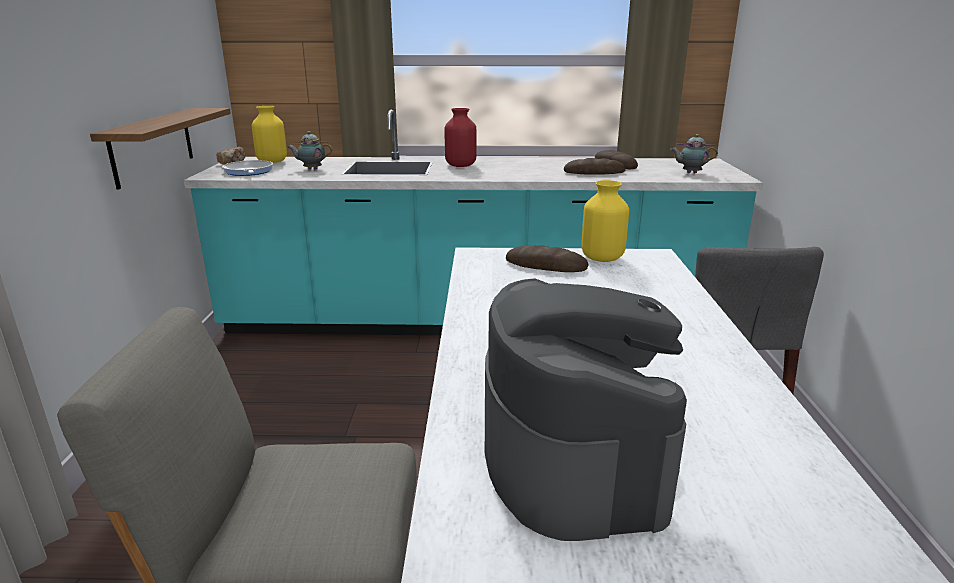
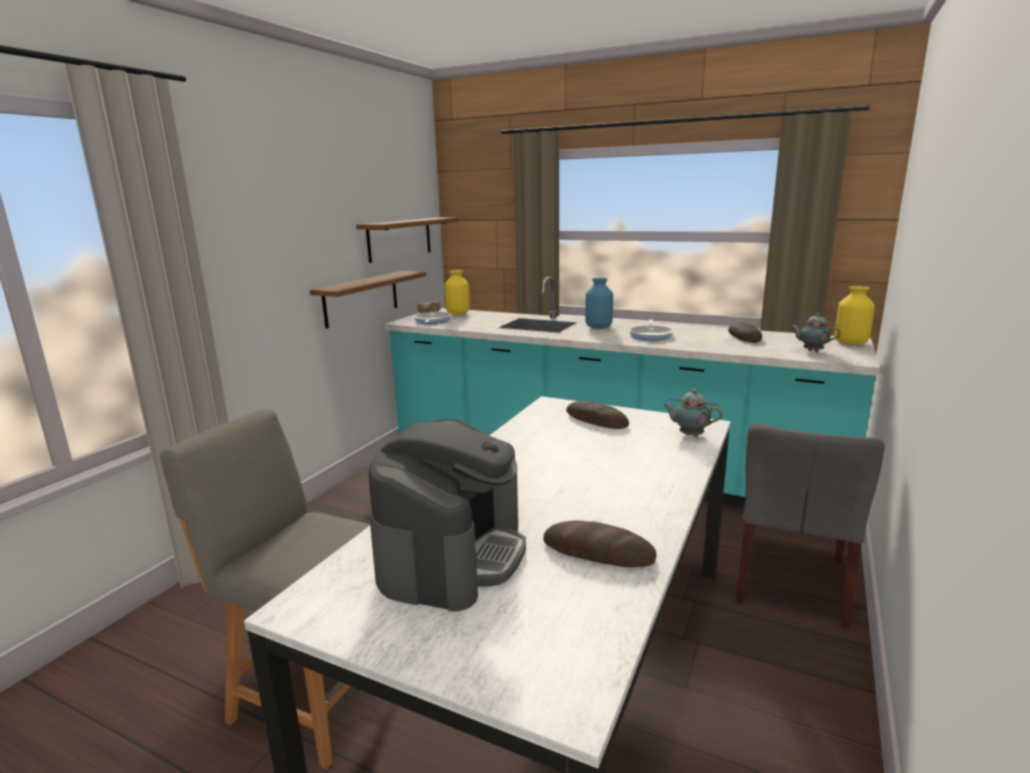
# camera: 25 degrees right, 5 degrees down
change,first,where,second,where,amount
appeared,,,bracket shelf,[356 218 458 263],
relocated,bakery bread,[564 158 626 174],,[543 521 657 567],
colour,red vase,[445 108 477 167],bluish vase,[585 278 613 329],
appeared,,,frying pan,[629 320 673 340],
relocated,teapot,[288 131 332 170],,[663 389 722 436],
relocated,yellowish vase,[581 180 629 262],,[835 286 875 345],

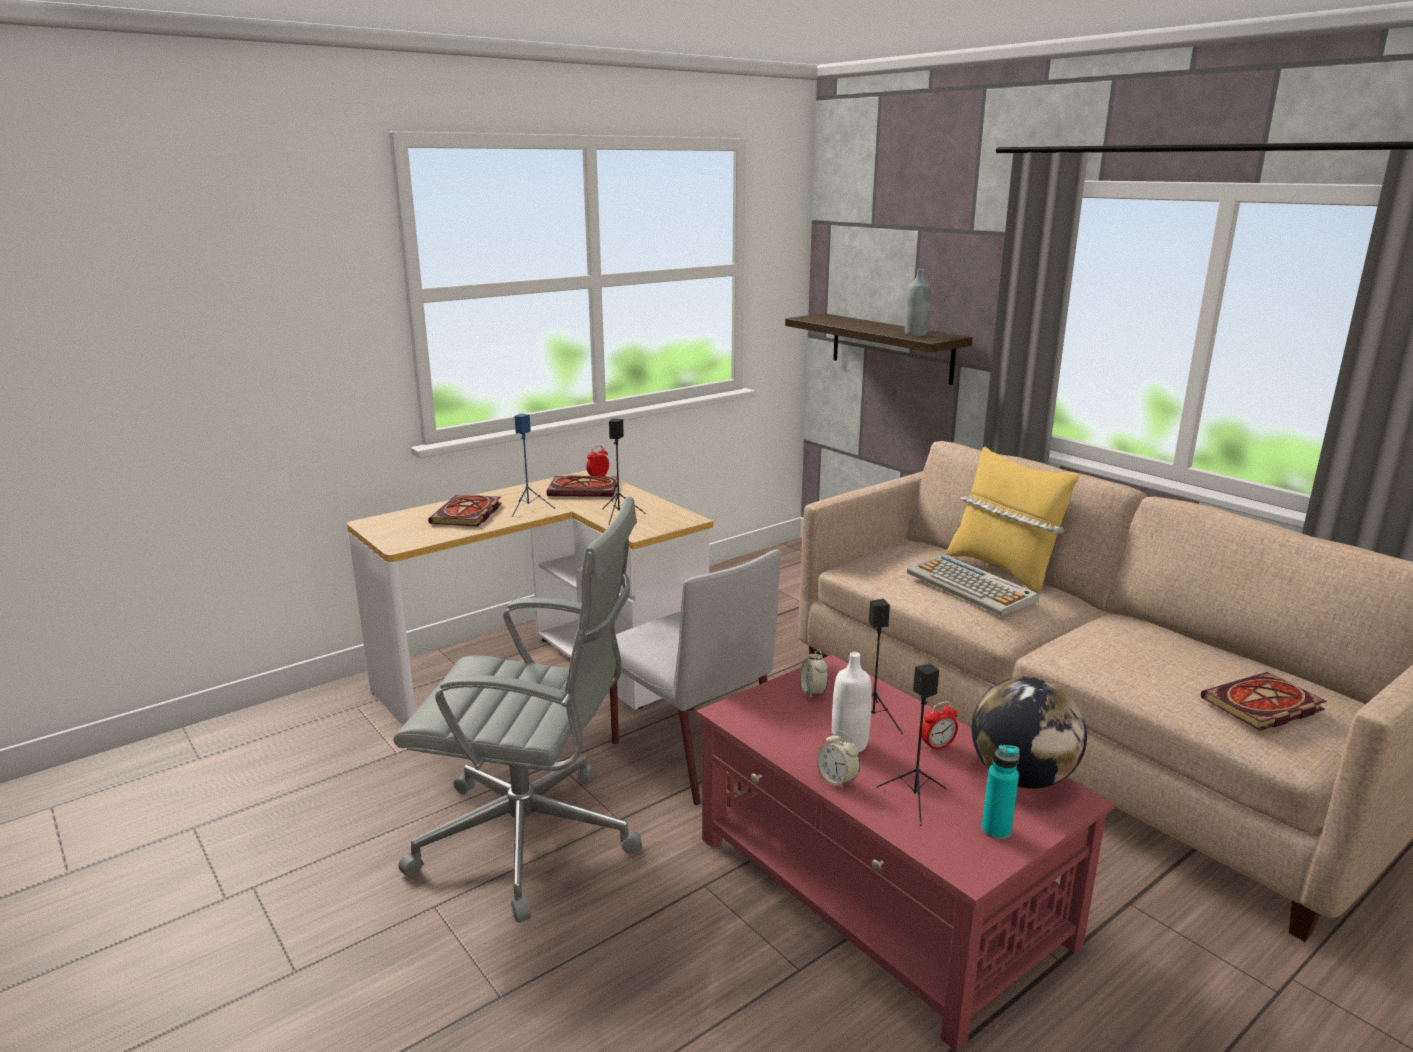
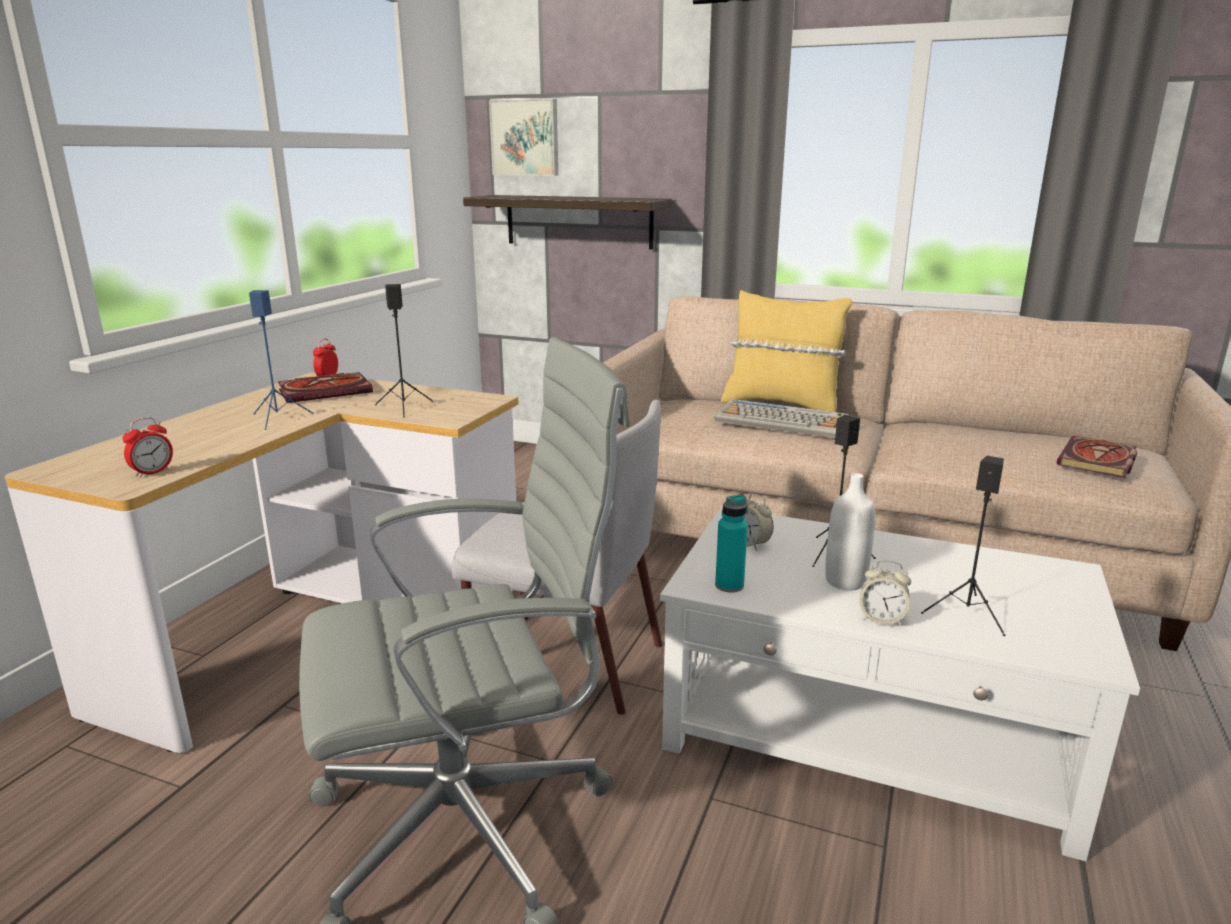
# camera: 30 degrees left, 0 degrees up
change,first,where,second,where,amount
relocated,bedside clock,[922 701 958 752],,[122 417 173 478],
appeared,,,picture,[489 99 558 176],
colour,red coffee table,[697 655 1115 1052],white coffee table,[660 507 1140 861],
relocated,turquoise beverage bottle,[982 745 1020 840],,[715 495 748 593],
missing,bound book,[428 495 502 527],,,
missing,greyish beverage bottle,[905 269 931 336],,,
missing,desk globe,[972 676 1087 789],,,

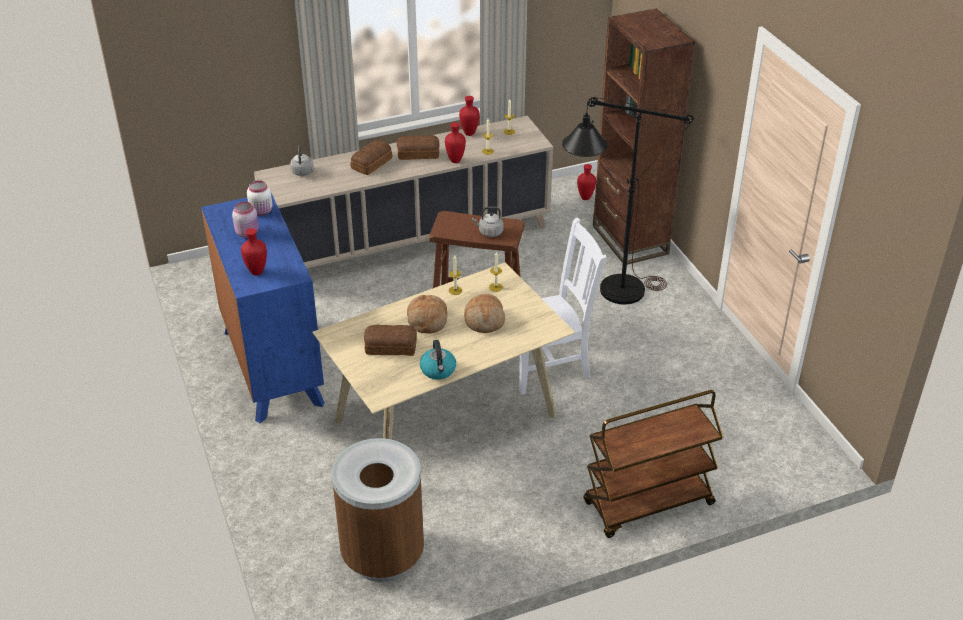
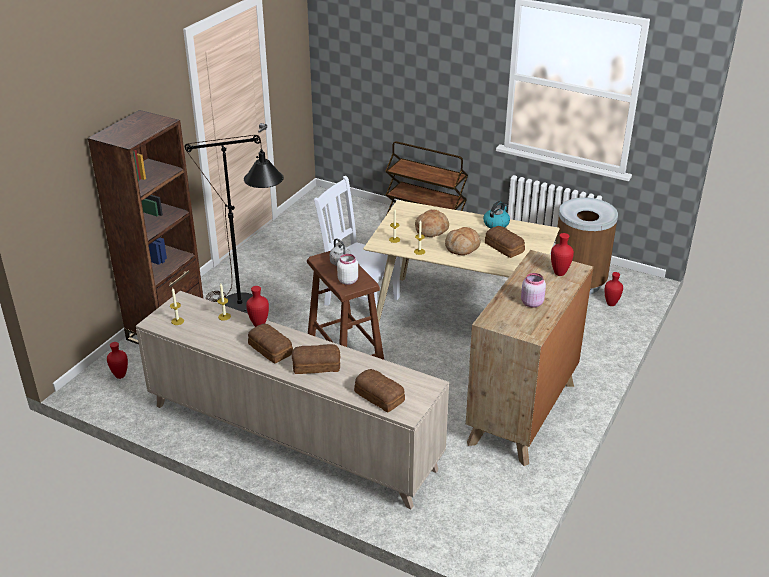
# camera: 130 degrees left, 5 degrees down
change,first,where,second,where,amount
relocated,white storage jar,[247 180 272 216],,[337 254 358 285],
exchanged,greyish kettle,[290 146 314 176],bakery bread,[354 369 405 413],
colour,bluish dresser,[201 193 325 424],brownish dresser,[466 250 593 466],
relocated,red vase,[459 96 480 136],,[605 272 623 306],

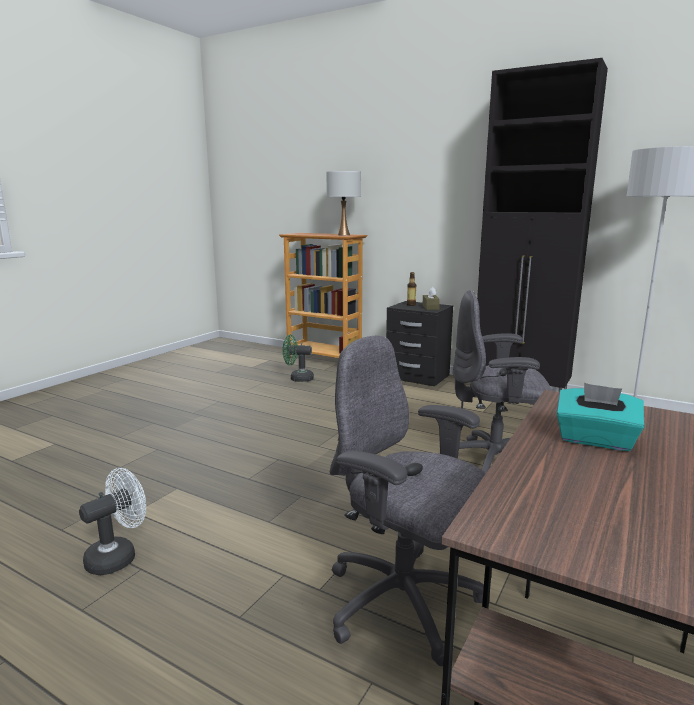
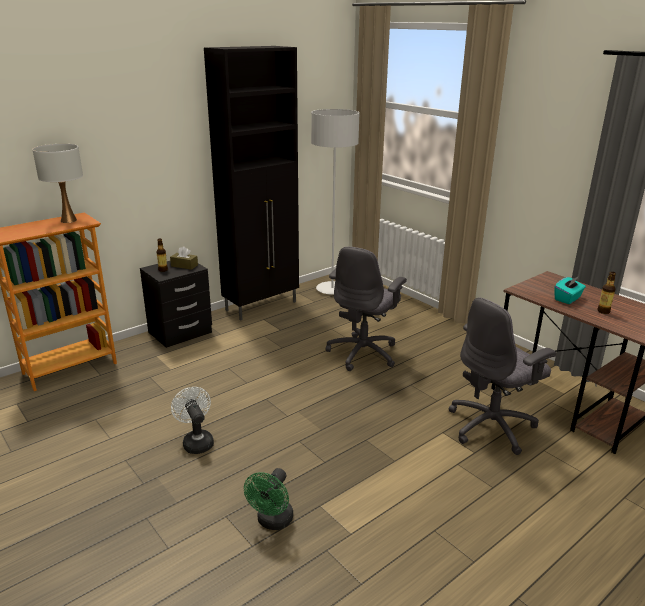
# camera: 70 degrees left, 10 degrees up
change,first,where,second,where,amount
relocated,white electric fan,[79 468 146 575],,[171 387 214 454],
relocated,green electric fan,[282 335 314 382],,[244 468 293 530],
appeared,,,beverage bottle,[597 272 616 314],

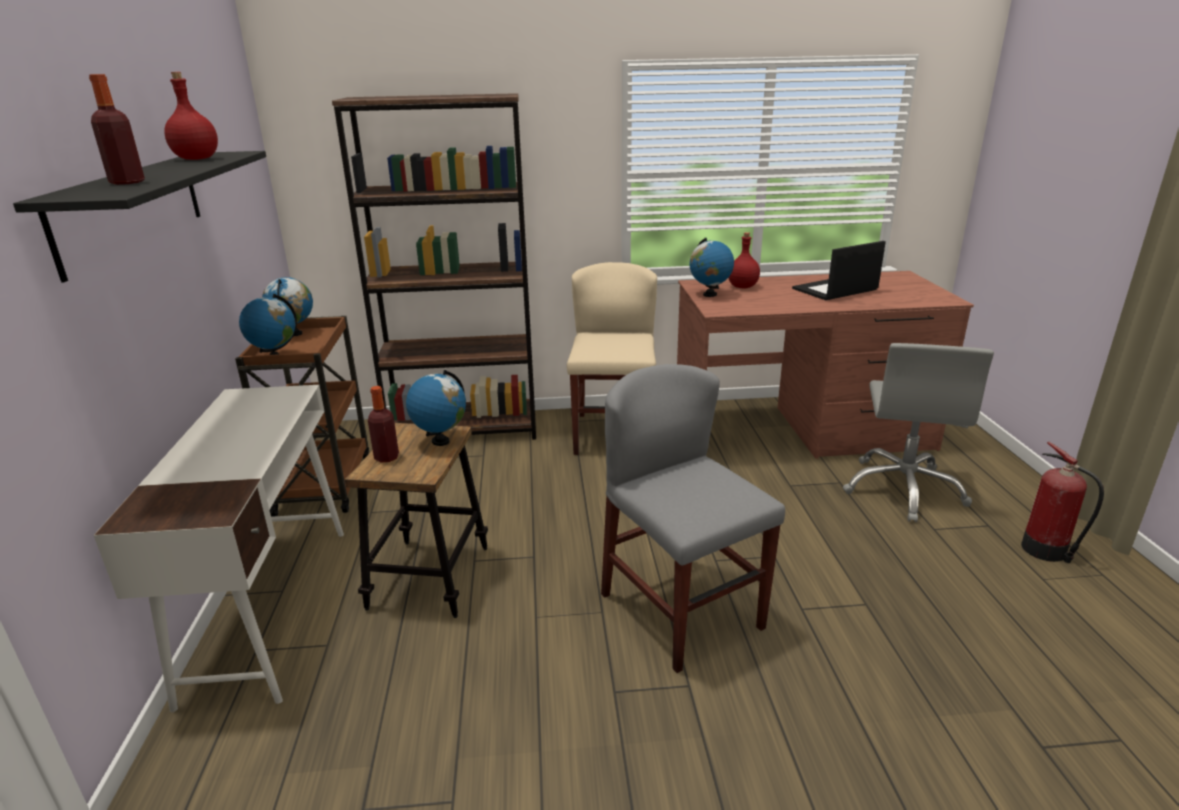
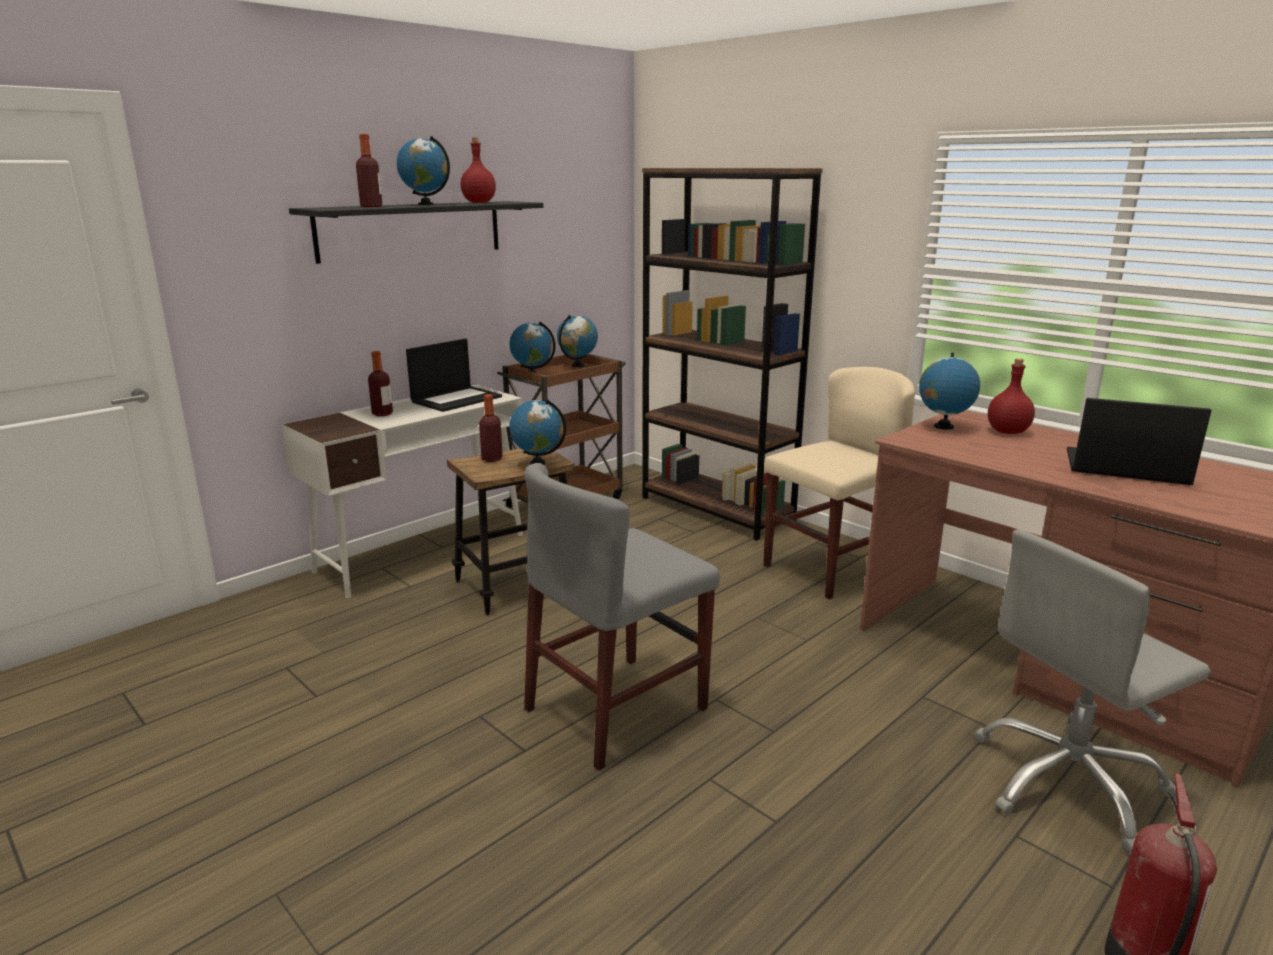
# camera: 50 degrees right, 5 degrees down
change,first,where,second,where,amount
appeared,,,beverage bottle,[368 351 393 416],
appeared,,,desk globe,[397 136 450 205],
appeared,,,laptop,[406 339 502 412],
spun,greyish upright chair,[601 364 785 673],,[524 463 720 771],150 degrees counterclockwise

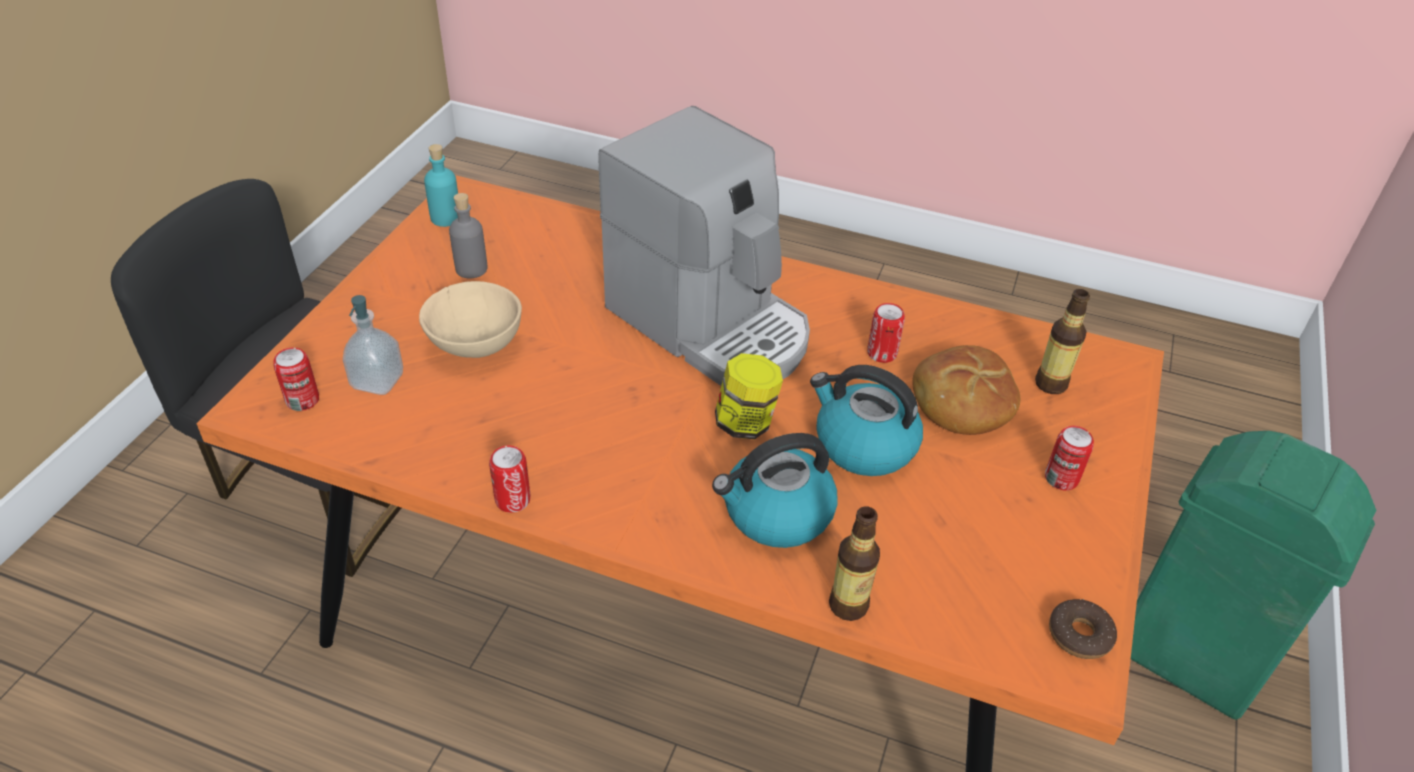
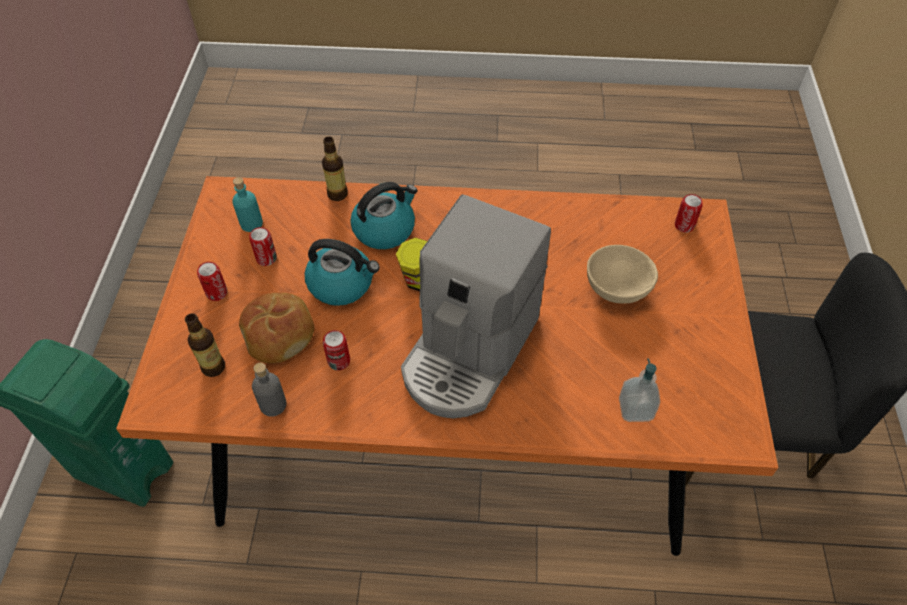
# camera: 165 degrees right, 10 degrees up
change,first,where,second,where,amount
relocated,turquoise beverage bottle,[424 144 458 227],,[232 177 263 232],
relocated,sealed can,[489 445 530 513],,[249 227 277 266],
relocated,greyish beverage bottle,[449 193 488 278],,[252 363 286 417],
spun,coffee brewer,[598 106 810 386],,[401 194 551 418],90 degrees counterclockwise
relocated,liquid soap bottle,[343 295 403 395],,[619 358 660 422],
missing,doughnut,[1049 599 1117 659],,,

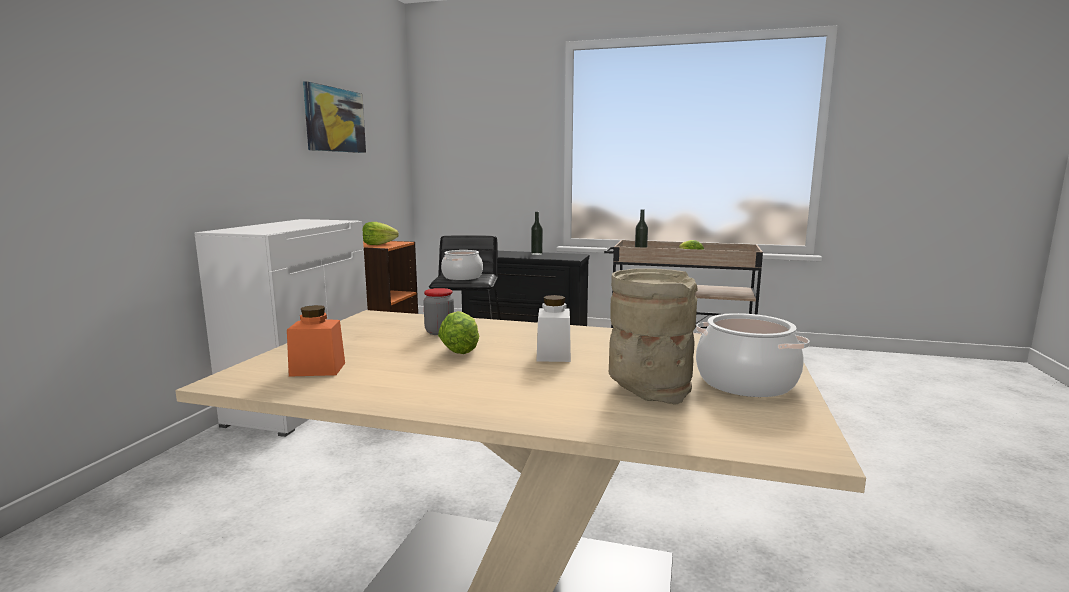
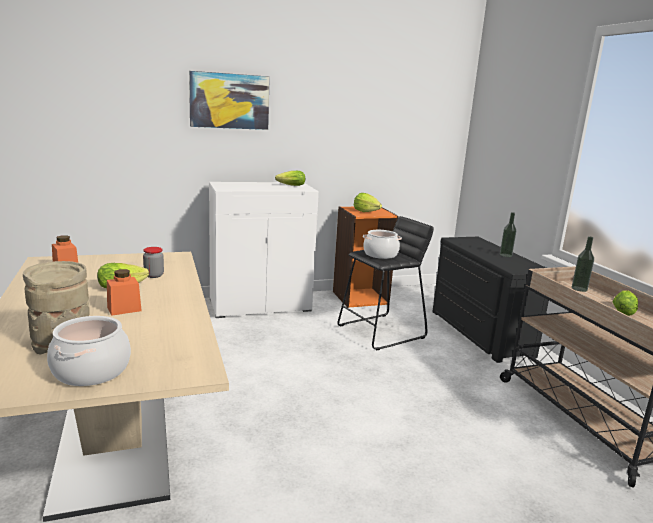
# camera: 55 degrees right, 5 degrees up
change,first,where,second,where,amount
colour,white storage jar,[537 295 571 362],orange-coloured storage jar,[107 269 142 316],
relocated,picture,[303 81 366 153],,[189 71 270 130],
appeared,,,lettuce head,[275 171 305 186],

